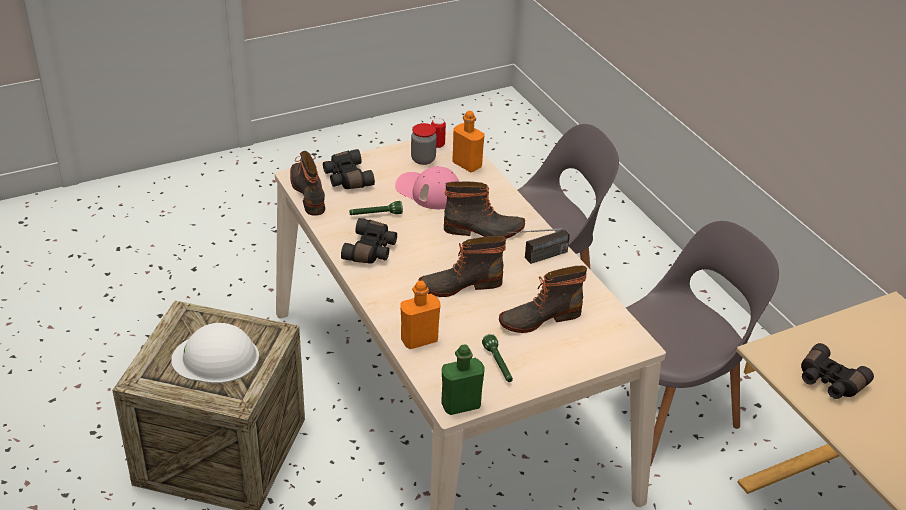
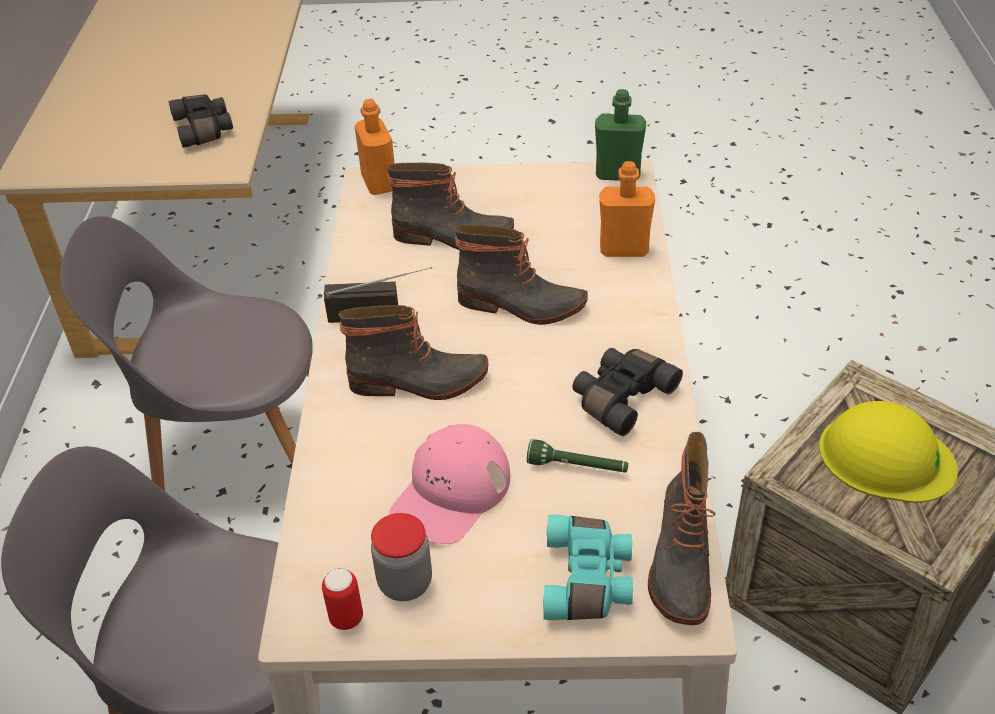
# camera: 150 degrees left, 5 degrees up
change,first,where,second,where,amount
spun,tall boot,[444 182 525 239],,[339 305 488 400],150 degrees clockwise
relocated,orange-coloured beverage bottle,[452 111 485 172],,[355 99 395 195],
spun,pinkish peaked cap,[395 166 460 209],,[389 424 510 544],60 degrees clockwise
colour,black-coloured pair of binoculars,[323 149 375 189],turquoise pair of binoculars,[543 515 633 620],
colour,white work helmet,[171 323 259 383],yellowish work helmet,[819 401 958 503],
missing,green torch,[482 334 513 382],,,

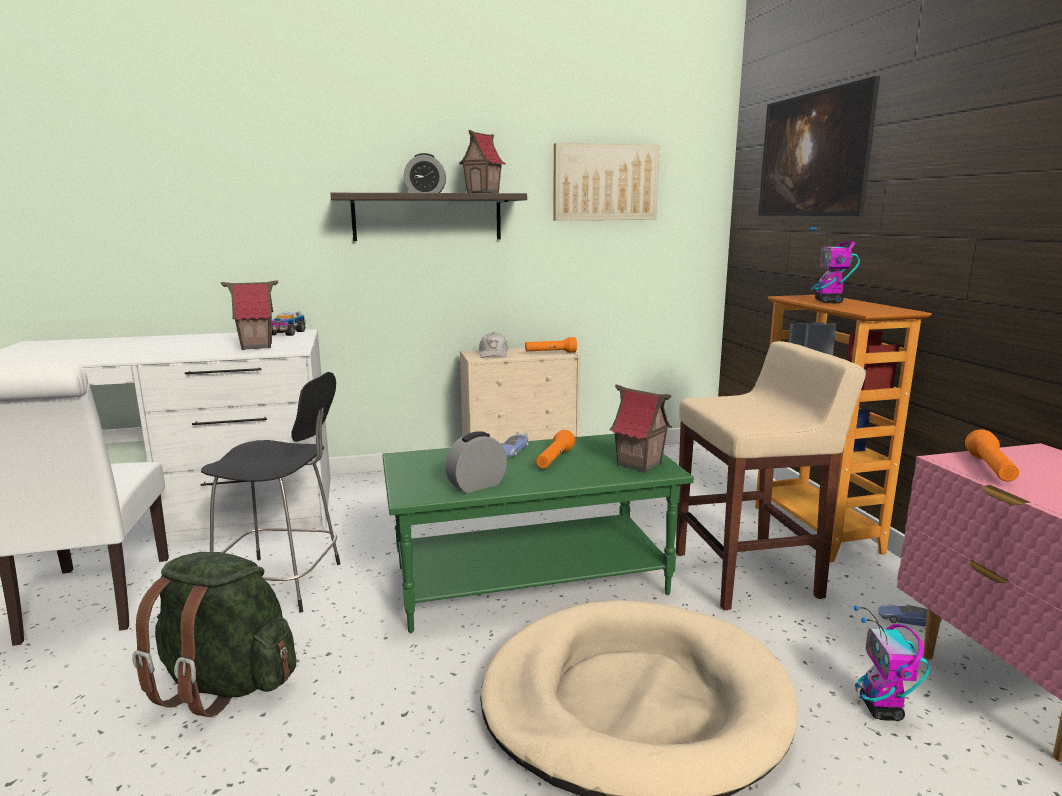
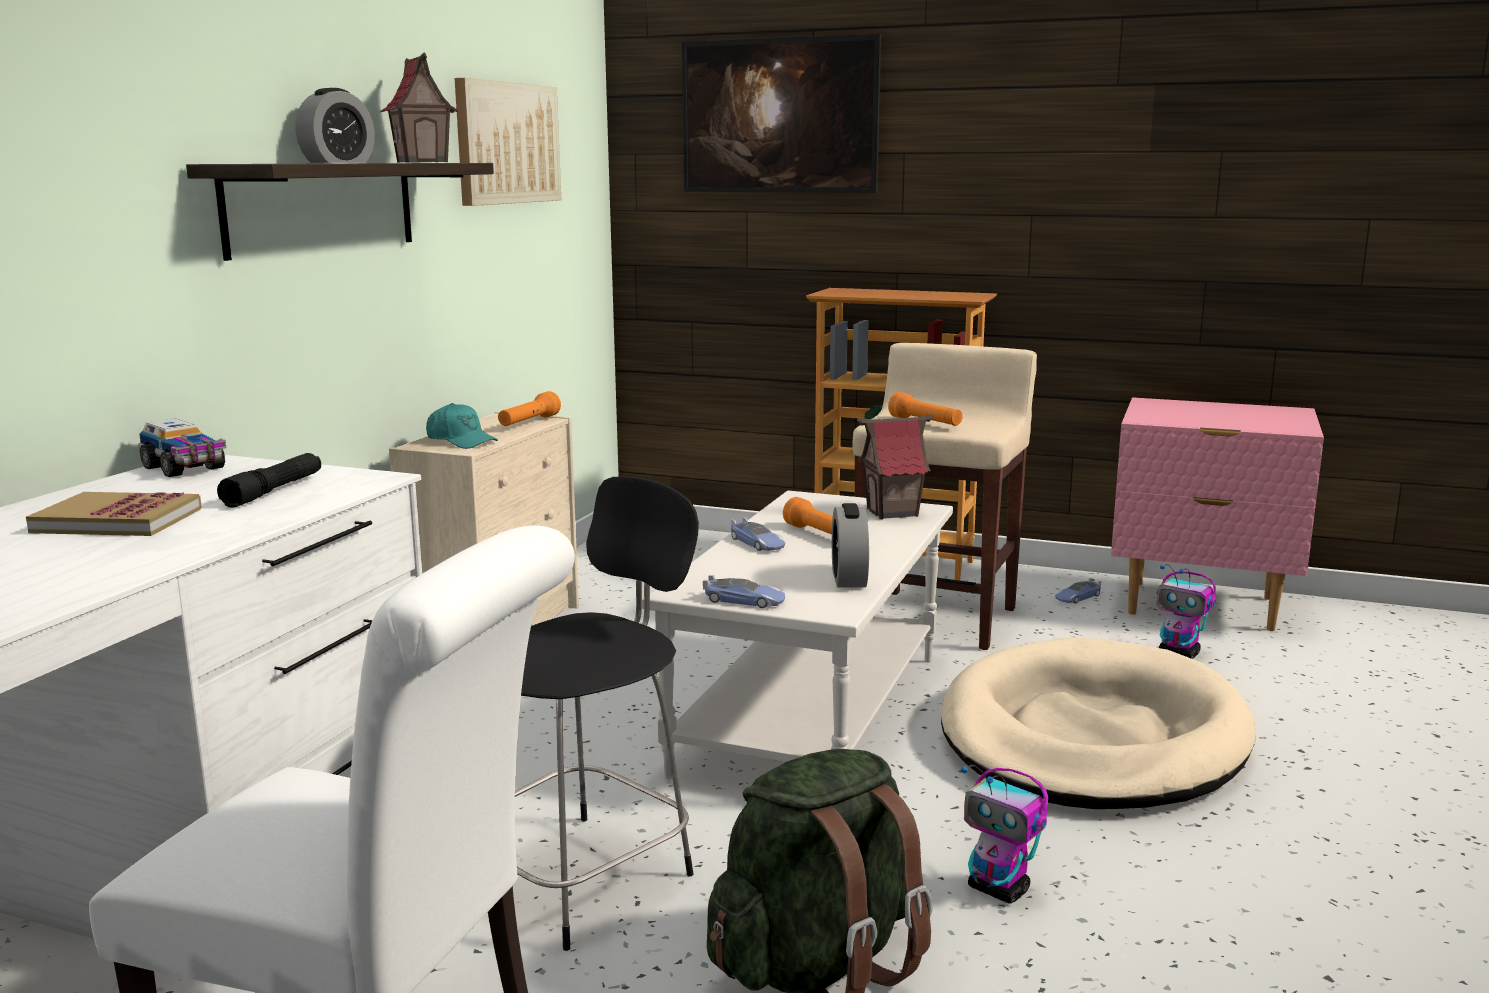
# camera: 55 degrees left, 0 degrees up
change,first,where,second,where,amount
appeared,,,bound book,[26 492 202 536],
exchanged,model house,[221 280 278 350],black-coloured torch,[217 453 321 508],
colour,white peaked cap,[479 332 508 358],turquoise peaked cap,[426 403 498 449],
colour,green coffee table,[382 434 694 633],white coffee table,[642 491 953 780],
appeared,,,miniature car,[703 575 785 608],
relocated,orange-coloured torch,[965 429 1019 481],,[888 392 963 426],
relocated,robot figure,[810 227 860 304],,[961 765 1048 904],

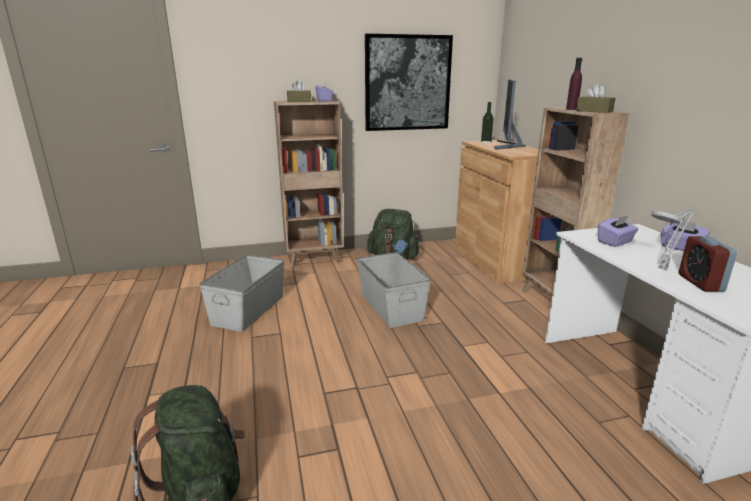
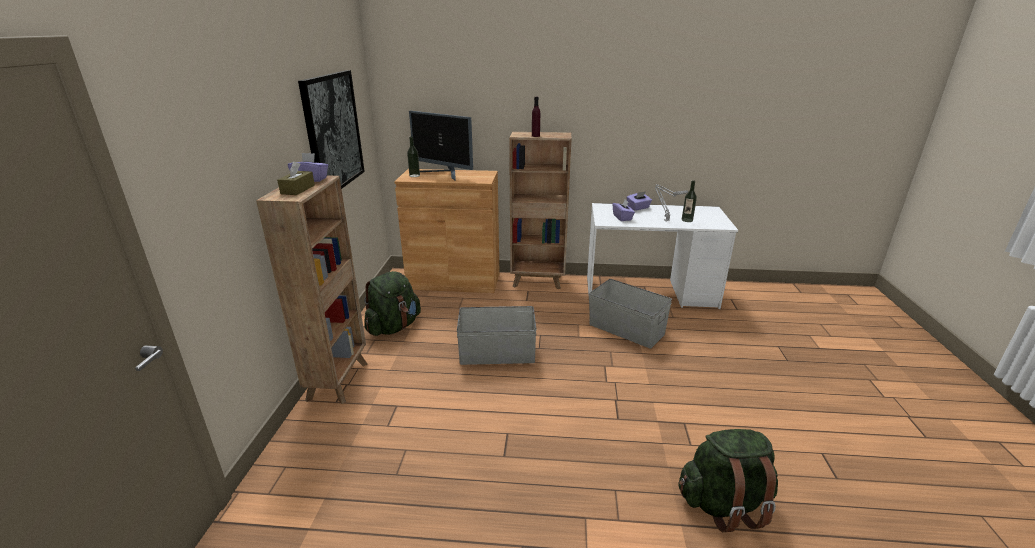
# camera: 70 degrees left, 5 degrees up
change,first,where,second,where,amount
relocated,greyish storage box,[199 255 285 332],,[589 279 672 348],
exchanged,bedside clock,[679 236 737 291],beverage bottle,[682 180 697 222],
missing,brownish tissue box,[576 83 616 113],,,

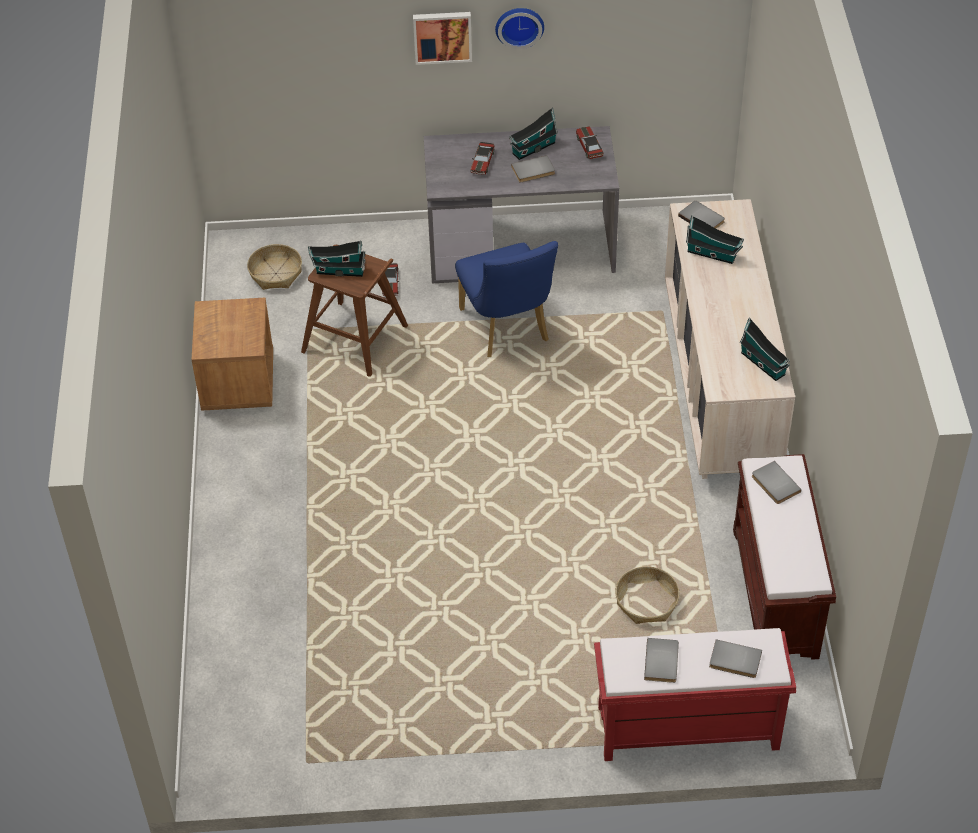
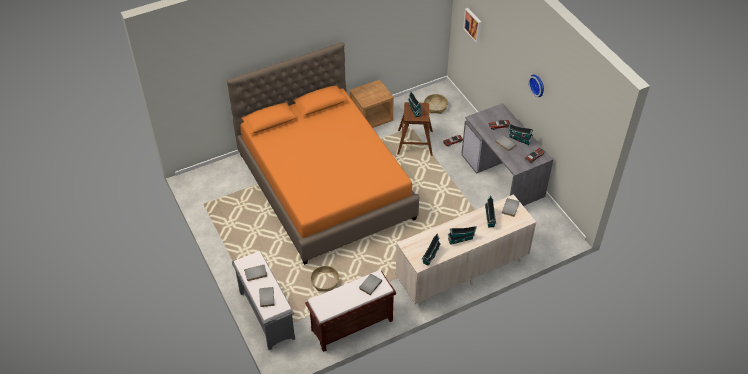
# camera: 65 degrees right, 0 degrees up
change,first,where,second,where,amount
appeared,,,orange-coloured bed,[227 42 419 265],
colour,red bench,[594 628 796 761],greyish bench,[232 251 295 350],
appeared,,,model house,[448 226 477 245],
relocated,picture,[413 12 472 65],,[463 8 481 43],
missing,bluish upright chair,[455 241 558 357],,,

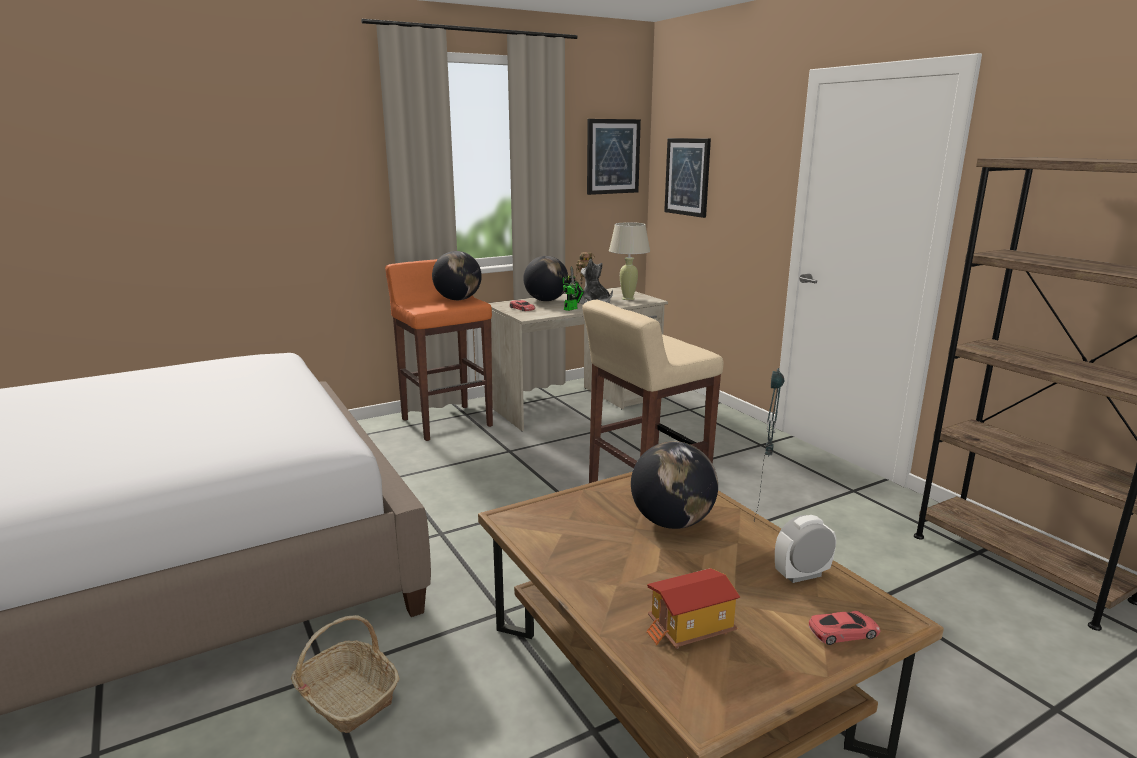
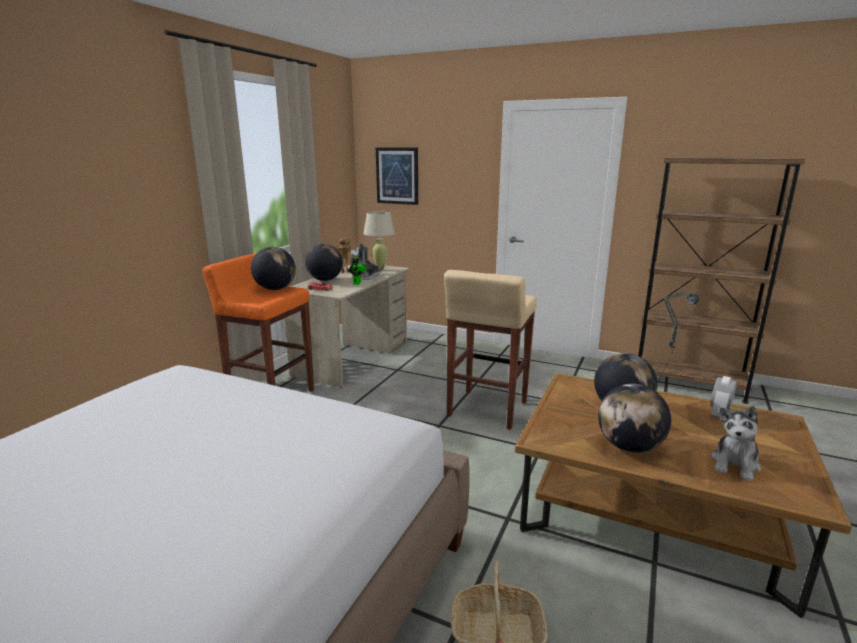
# camera: 35 degrees left, 0 degrees up
change,first,where,second,where,amount
appeared,,,desk globe,[598 384 671 453],
exchanged,model house,[646 568 740 649],cuddly toy,[710 406 761 481],
missing,picture,[587 119 641 195],,,
missing,red miniature car,[809 611 881 645],,,

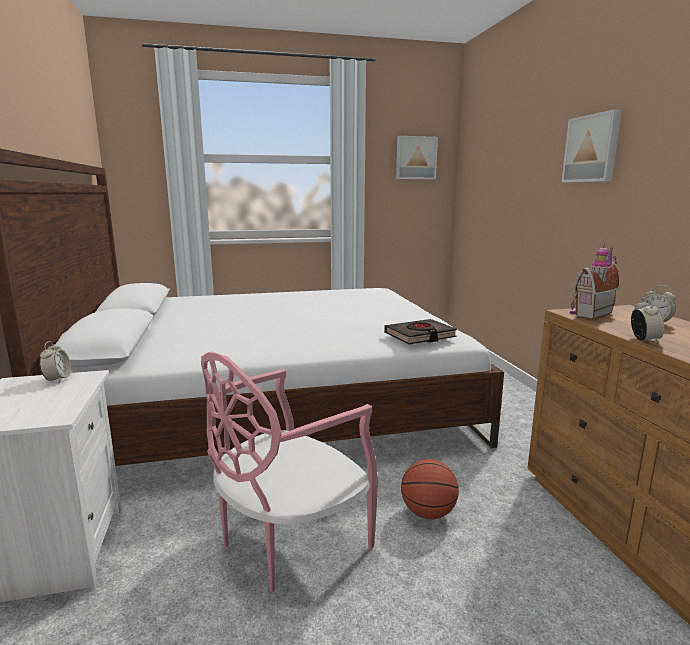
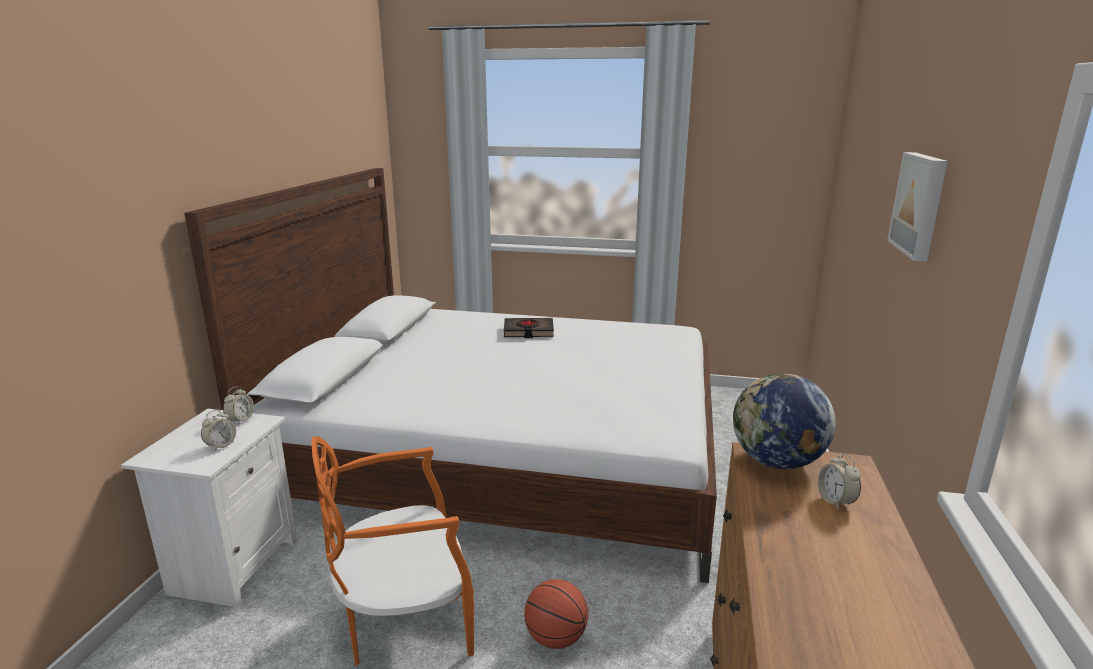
# camera: 25 degrees right, 5 degrees up
change,first,where,second,where,amount
relocated,bedside clock,[631 297 664 343],,[201 409 236 451],
colour,pinkish upright chair,[201 351 378 592],orange-coloured upright chair,[312 436 474 665],
relocated,black-coloured bound book,[384 319 457 345],,[504 318 554 338],
exchanged,model house,[570 243 620 319],desk globe,[733 373 835 469],
missing,picture,[396 136 438 179],,,

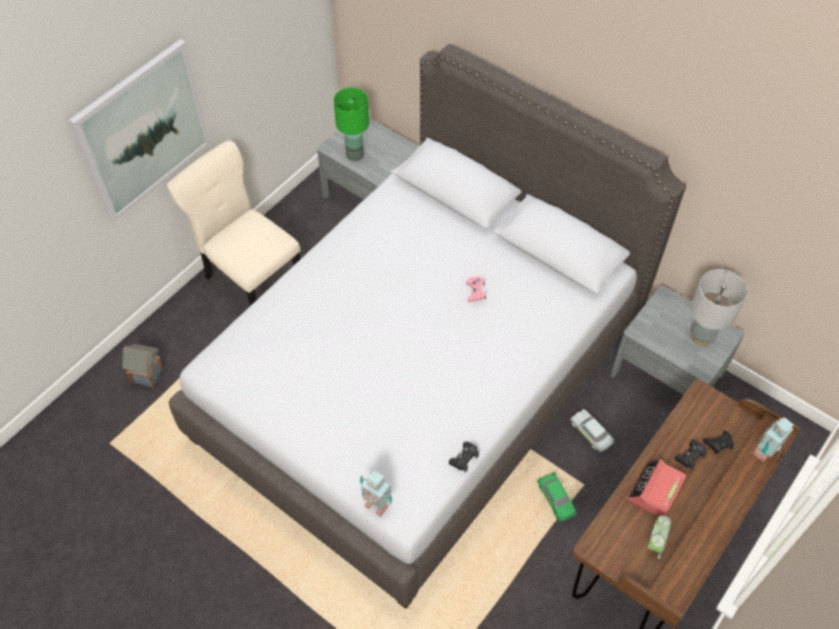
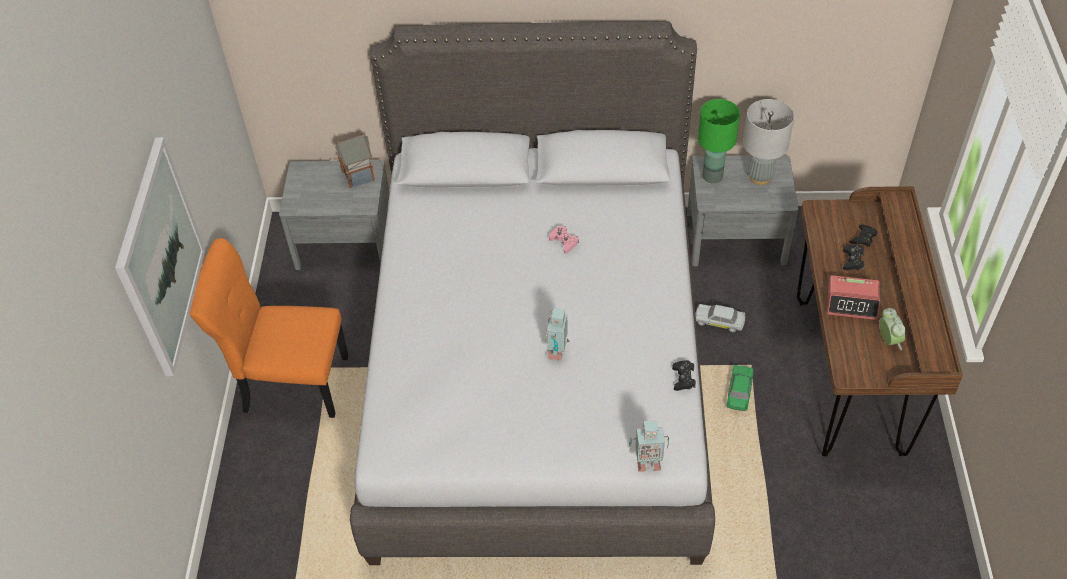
# camera: 35 degrees left, 5 degrees down
change,first,where,second,where,amount
colour,beige upright chair,[166 140 301 306],orange-coloured upright chair,[189 238 348 418],
relocated,model house,[122 344 163 388],,[335 133 375 188],
relocated,robot figure,[752 417 793 462],,[545 308 570 360],
relocated,green table lamp,[334 87 369 161],,[698 99 740 183],
spun,green miniature car,[537 472 576 522],,[727 365 754 411],105 degrees counterclockwise
spun,bedside clock,[627 459 686 517],,[827 275 880 320],75 degrees counterclockwise

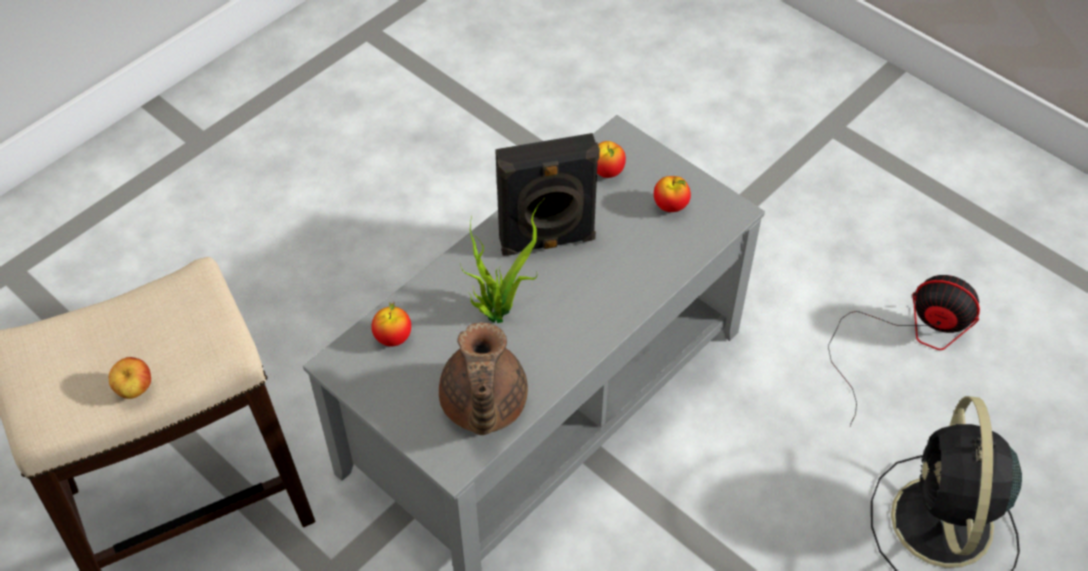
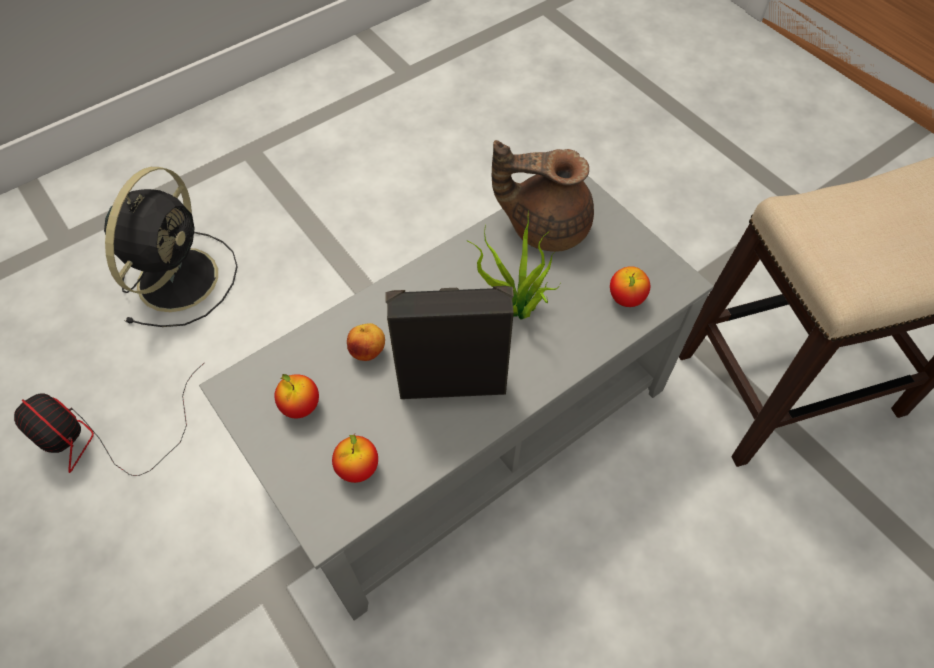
# camera: 170 degrees left, 5 degrees up
change,first,where,second,where,amount
relocated,apple,[109 357 151 399],,[347 323 385 361],
spun,brownish teapot,[439 322 528 435],,[492 140 594 252],90 degrees counterclockwise

